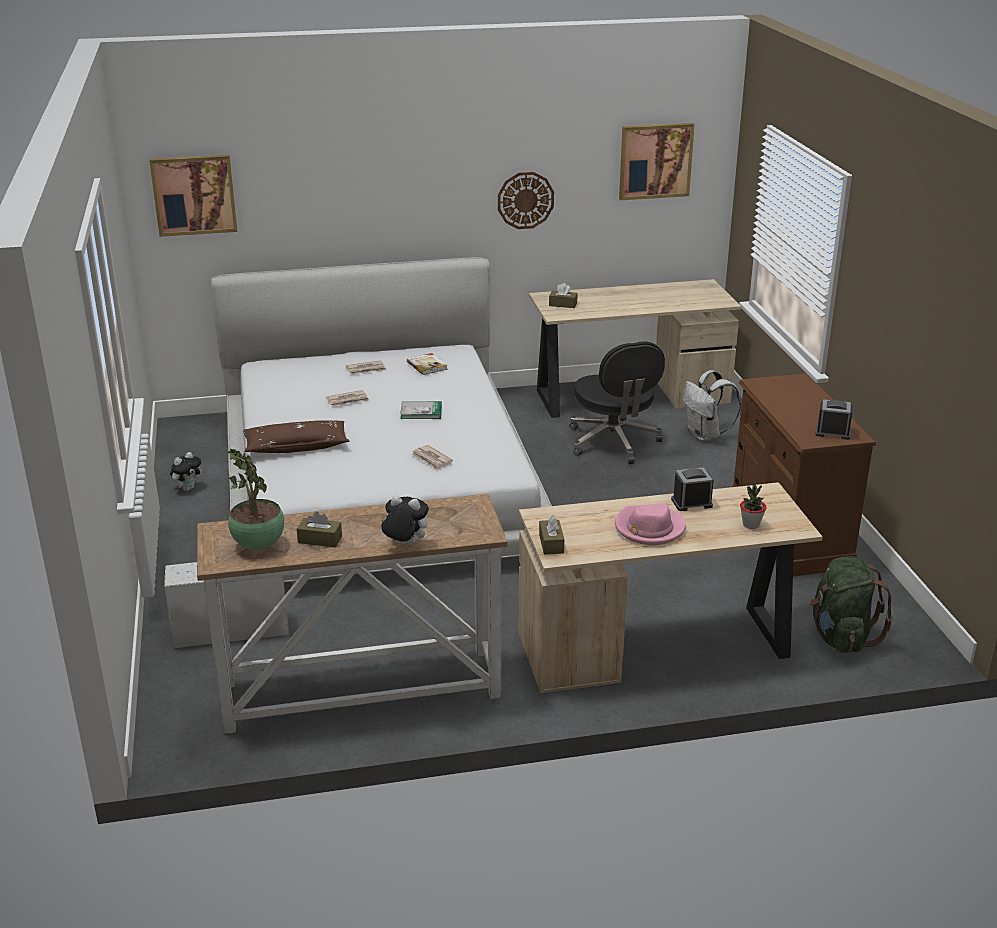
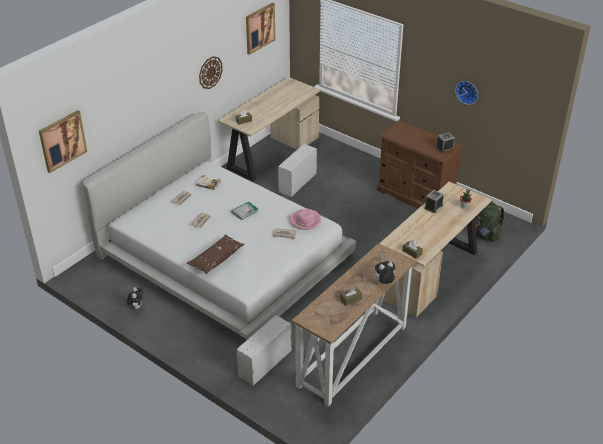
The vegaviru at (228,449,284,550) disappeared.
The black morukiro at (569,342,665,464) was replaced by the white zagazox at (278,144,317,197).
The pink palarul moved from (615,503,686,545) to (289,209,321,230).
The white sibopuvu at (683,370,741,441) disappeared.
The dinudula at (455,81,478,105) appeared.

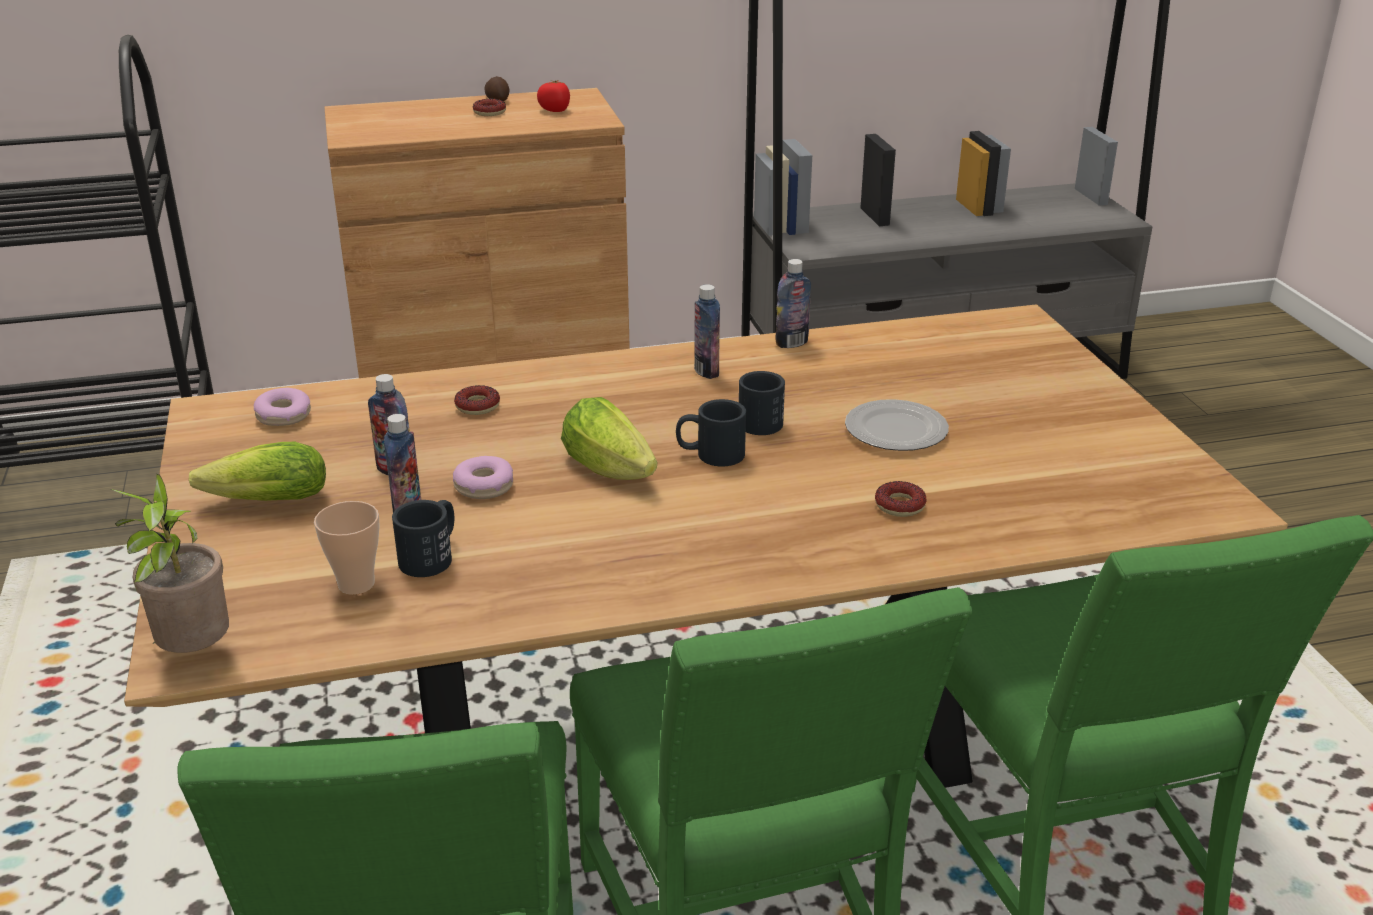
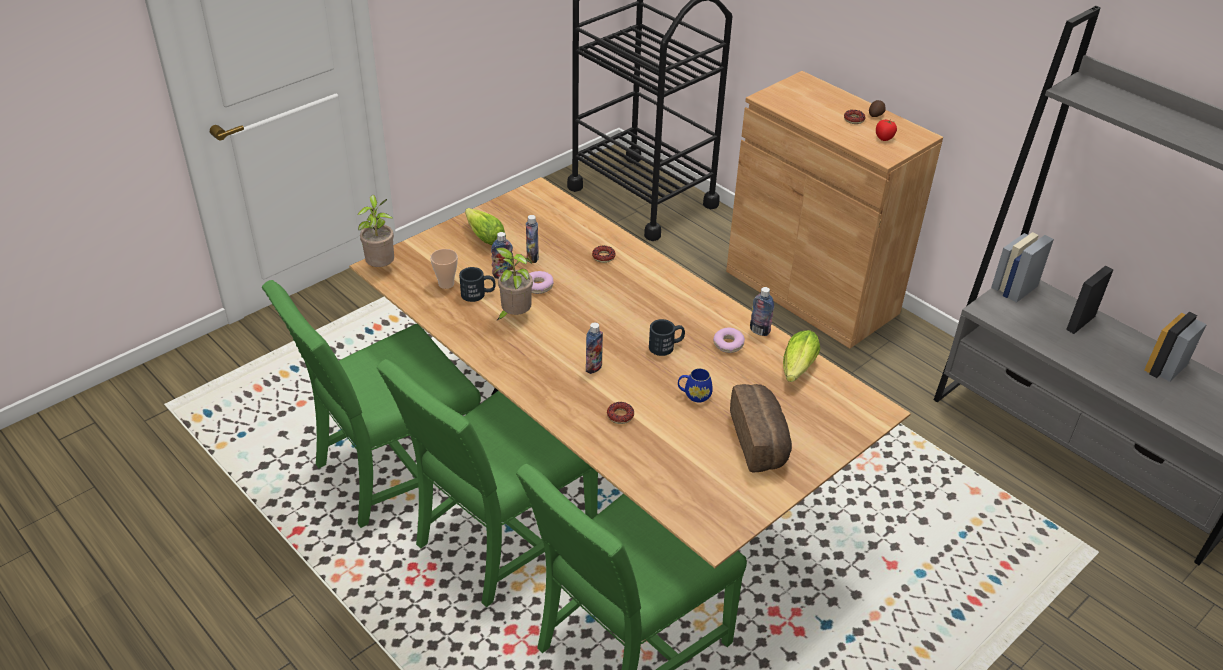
The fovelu moved from (254,388,311,426) to (713,328,745,353).
The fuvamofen moved from (561,397,658,480) to (783,330,820,382).
The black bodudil at (676,399,746,467) disappeared.
The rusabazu moved from (694,284,720,379) to (586,322,603,374).
The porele at (845,399,949,451) was replaced by the blue bodudil at (678,368,713,403).
The vegaviru at (492,248,533,321) appeared.
The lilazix at (730,384,792,472) appeared.

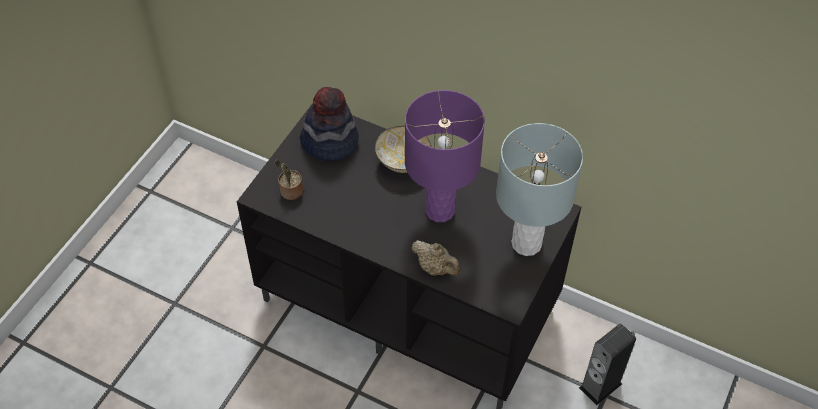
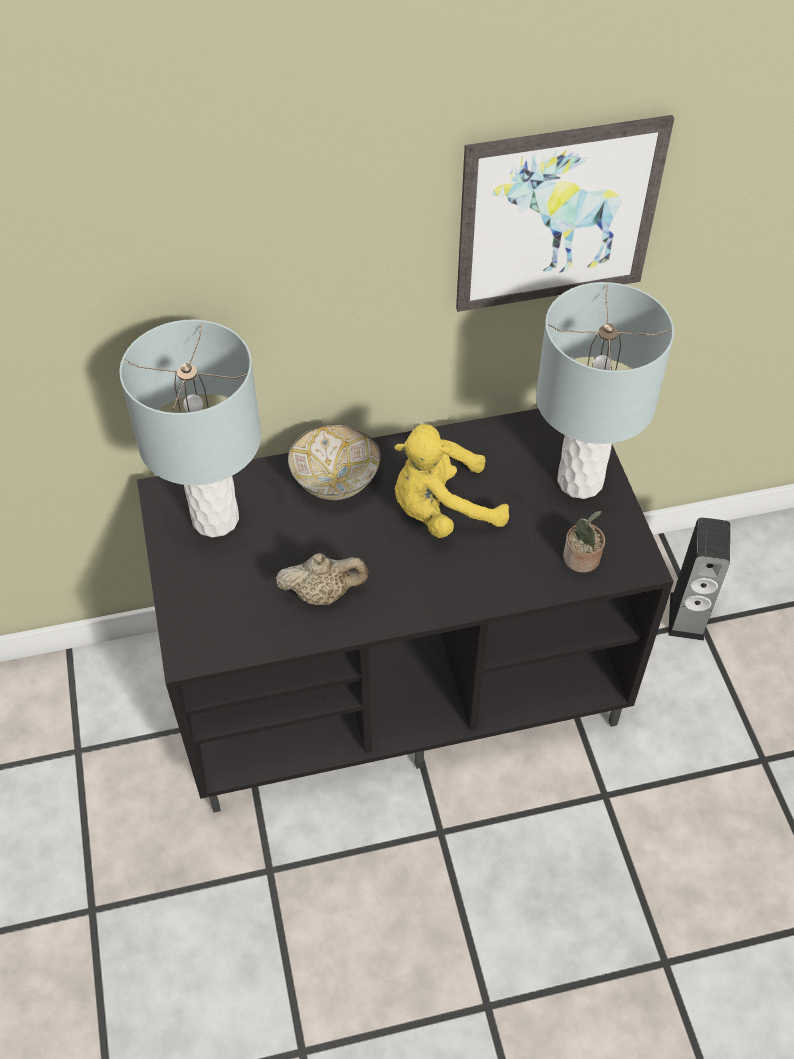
The vegaviru moved from (274,159,303,200) to (563,511,605,573).
The palarul at (300,87,359,161) was replaced by the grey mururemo at (119,320,261,538).
The purple mururemo at (405,90,485,222) was replaced by the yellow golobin at (394,424,509,538).
The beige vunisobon moved from (412,240,461,276) to (276,553,369,605).
The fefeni at (456,115,674,312) appeared.

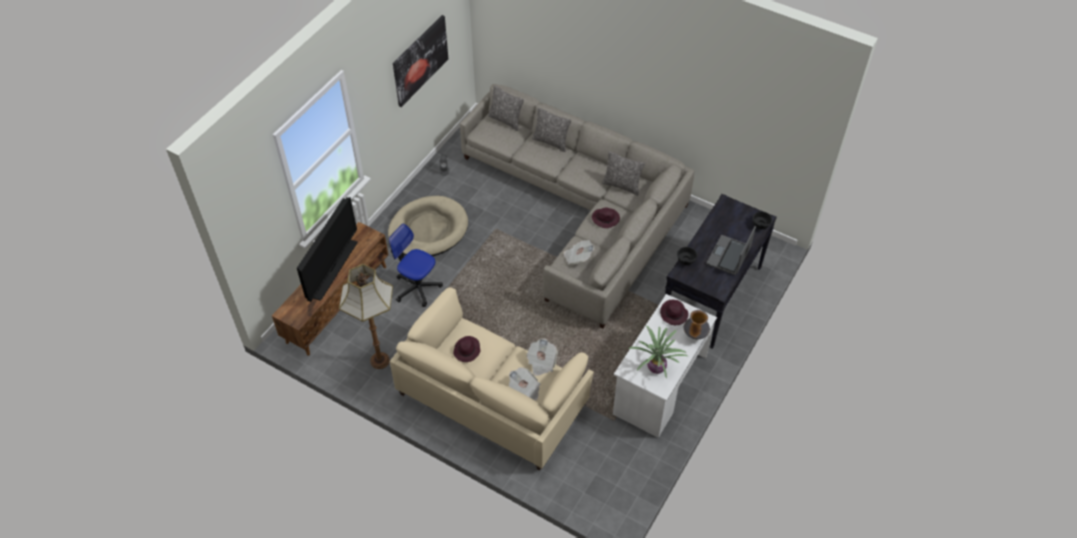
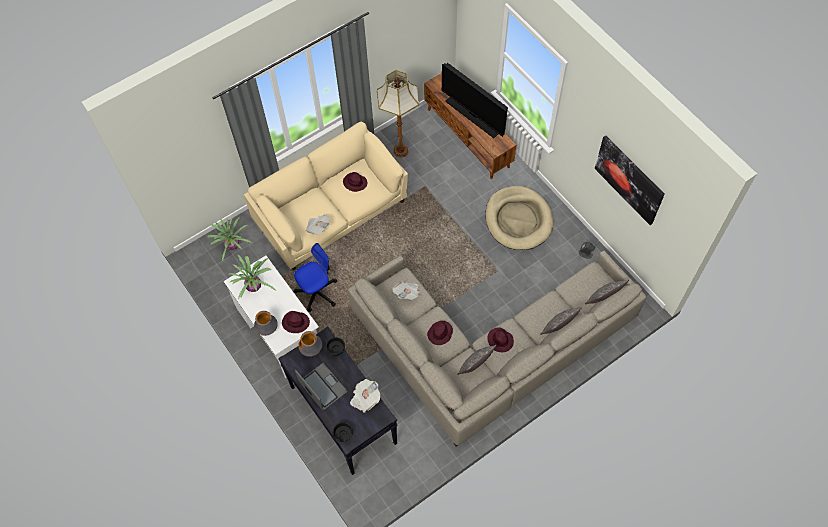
The morukiro moved from (389,223,443,307) to (294,243,337,312).
The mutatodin moved from (509,367,540,401) to (350,379,381,413).
The vegaviru at (206,217,251,261) appeared.
The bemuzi at (298,331,322,357) appeared.
The purple palarul at (487,327,514,352) appeared.

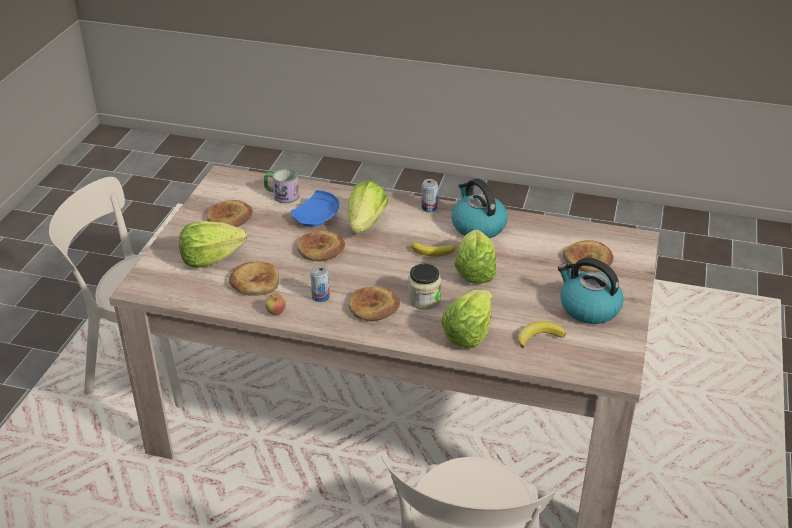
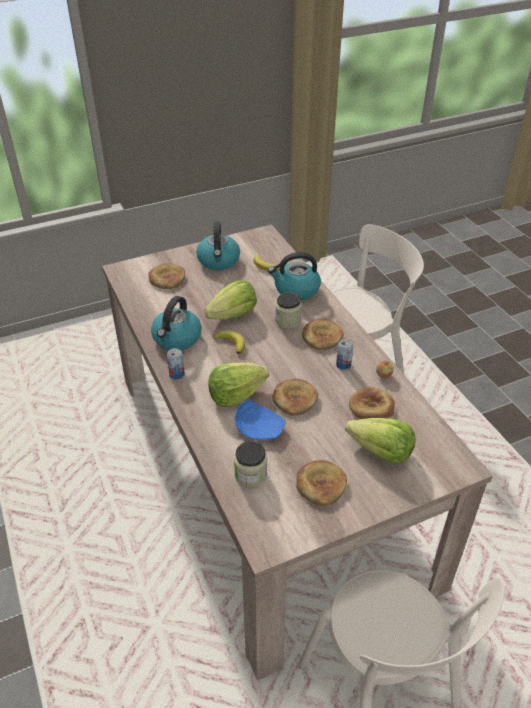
The bodudil at (264,168,299,203) was replaced by the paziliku at (234,441,267,487).
The fuvamofen at (441,289,492,348) was replaced by the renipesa at (268,252,321,301).

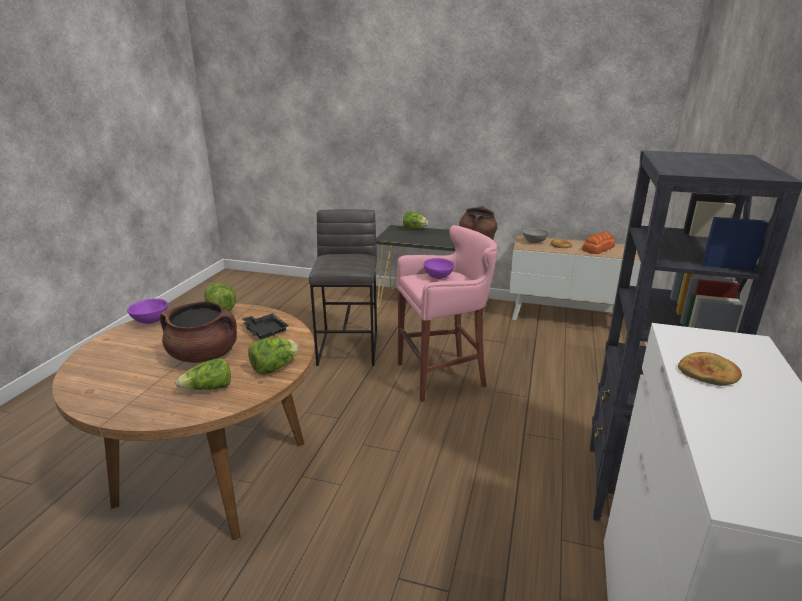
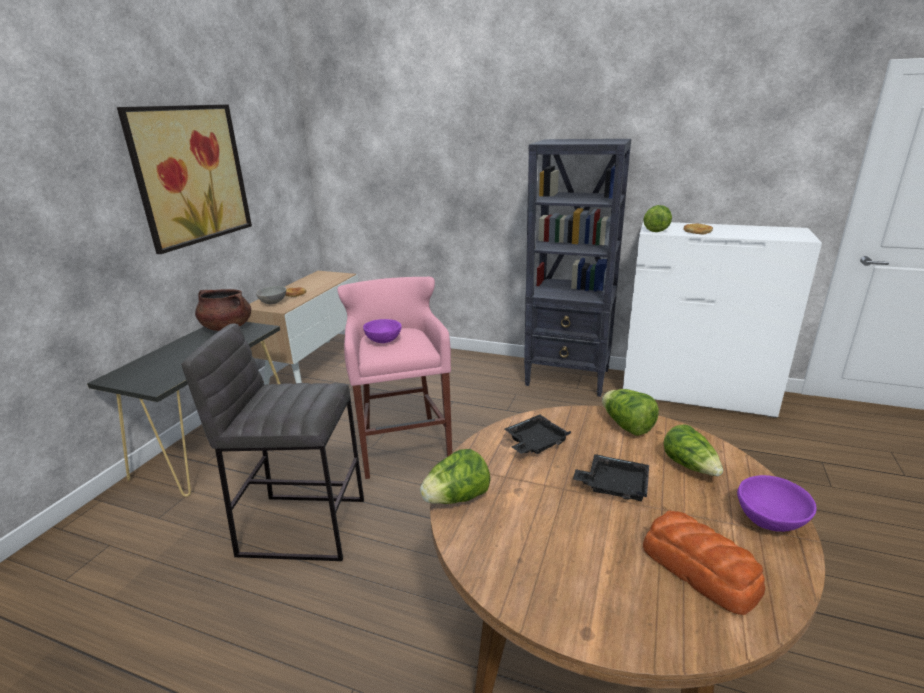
The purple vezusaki moved from (127,298,168,324) to (737,475,817,532).
The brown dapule at (160,302,237,363) was replaced by the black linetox at (573,454,649,501).
The fuvamofen moved from (403,211,428,230) to (643,205,672,232).
The lilazix moved from (582,232,615,254) to (643,510,765,615).
The fefeni at (117,104,252,254) appeared.

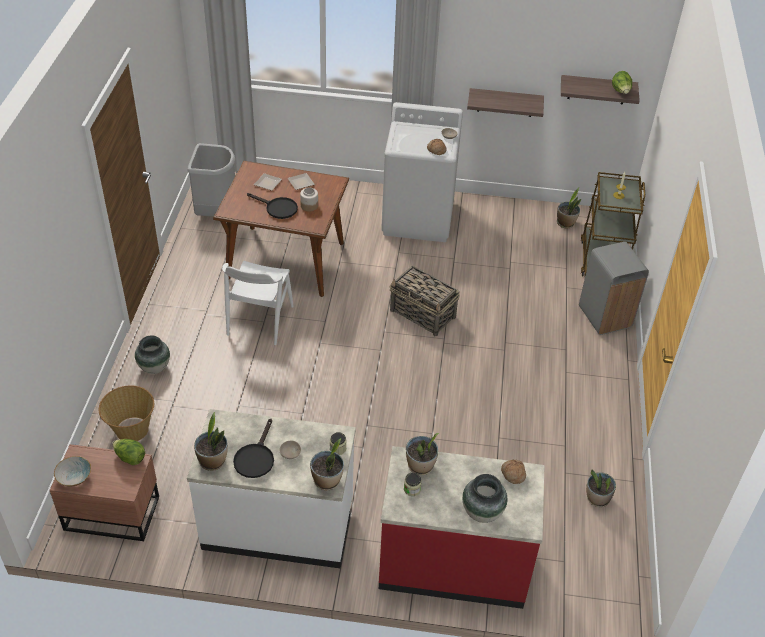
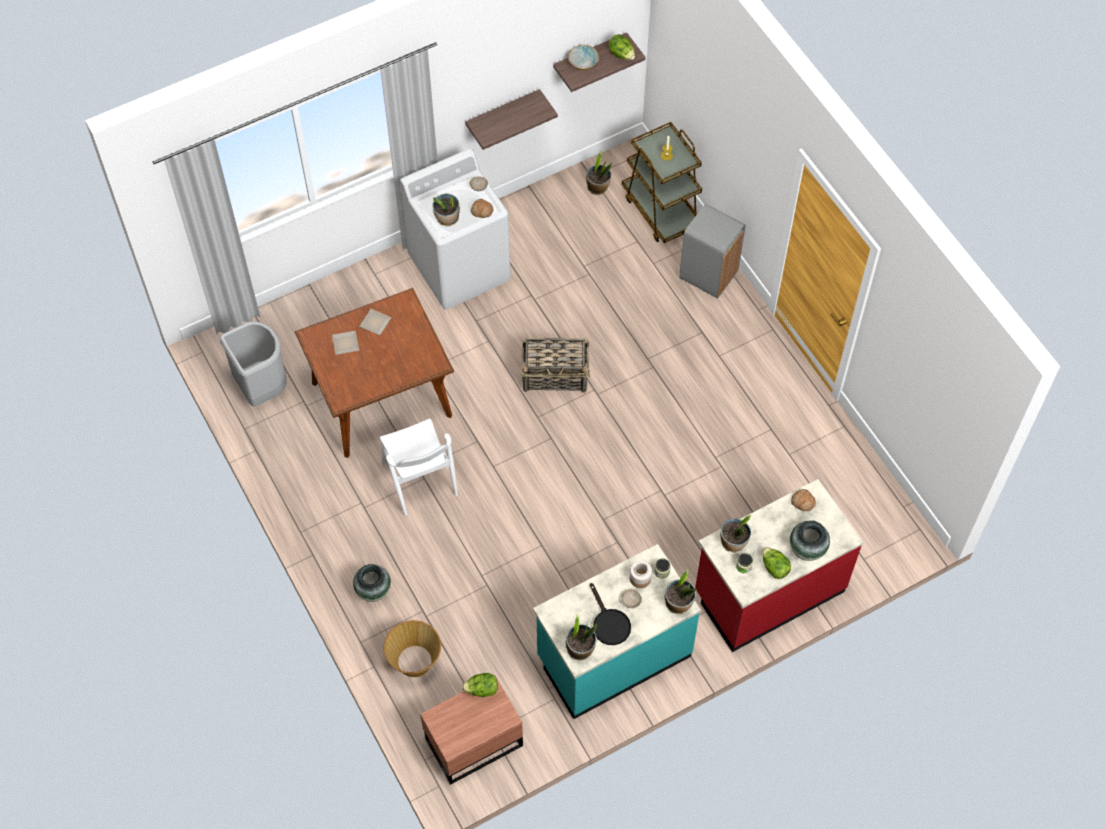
The vezusaki moved from (54,456,91,487) to (568,45,599,70).
The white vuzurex at (187,409,356,569) became the turquoise vuzurex at (533,544,701,719).
The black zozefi at (247,193,298,219) disappeared.
The paziliku moved from (300,187,318,211) to (630,561,652,588).
The vegaviru moved from (586,470,616,507) to (432,194,460,226).
The fuvamofen at (762,547,791,579) appeared.

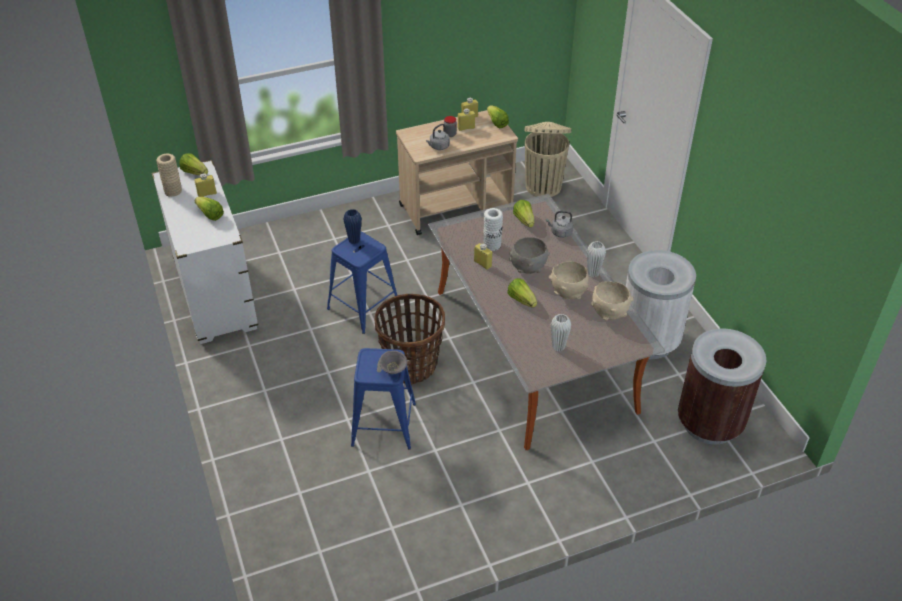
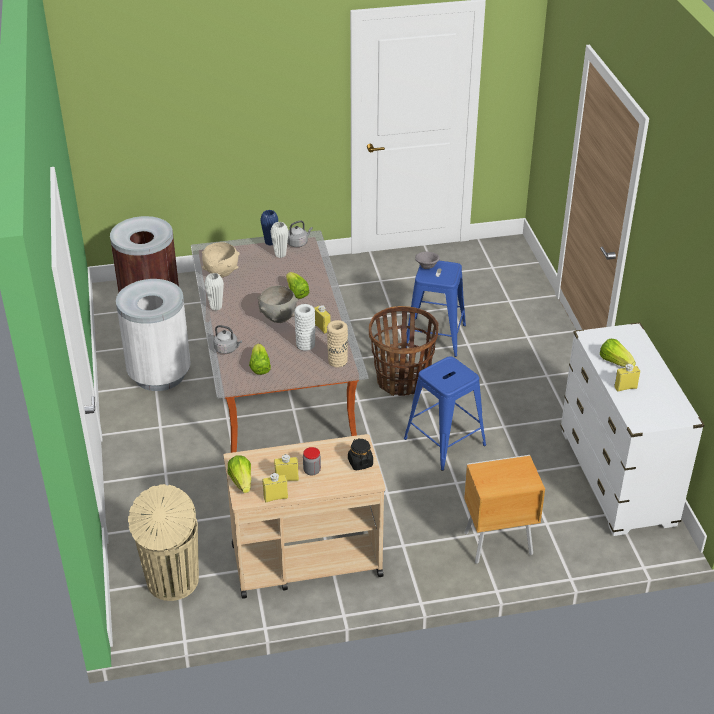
The beige bemuzi moved from (156,154,182,197) to (327,320,348,367).
The fuvamofen at (179,153,208,175) disappeared.
The blue bemuzi moved from (343,209,362,244) to (260,210,278,246).
The grey renipesa moved from (426,124,450,150) to (287,221,313,247).
The beige vezusaki at (549,261,589,299) disappeared.
The black paziliku at (348,438,373,471) appeared.
The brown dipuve at (464,455,545,564) appeared.

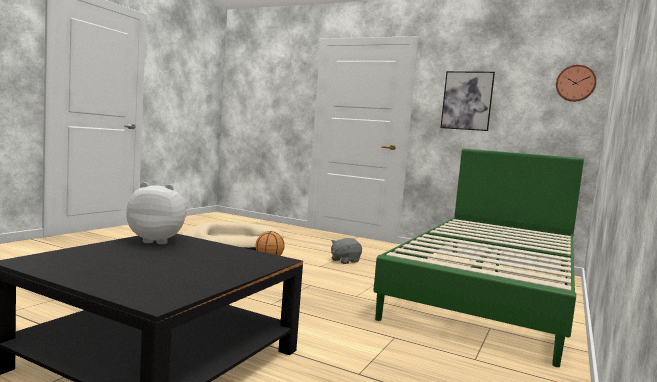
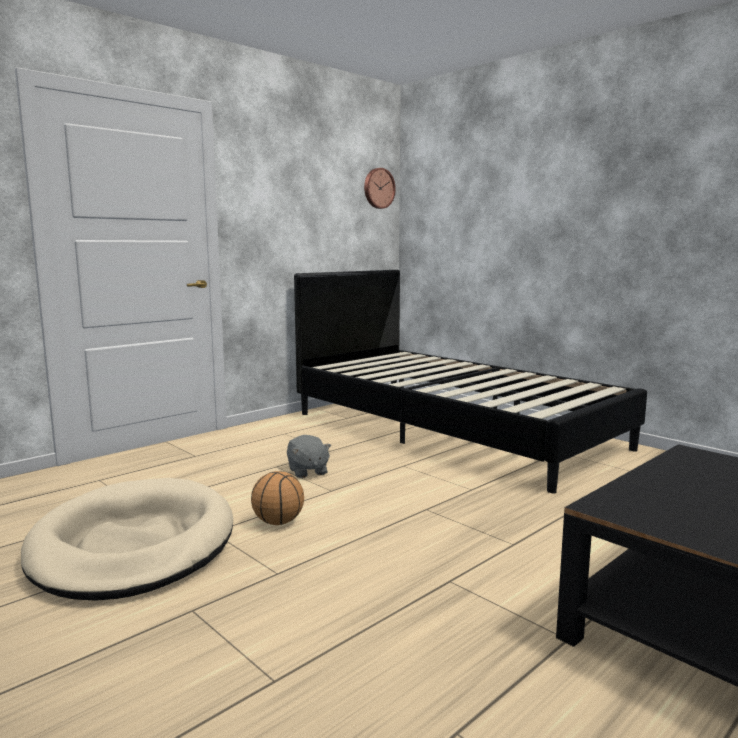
The golobin at (126,182,187,244) disappeared.
The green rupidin at (373,149,584,367) became the black rupidin at (294,270,647,493).
The fefeni at (440,71,495,131) disappeared.

